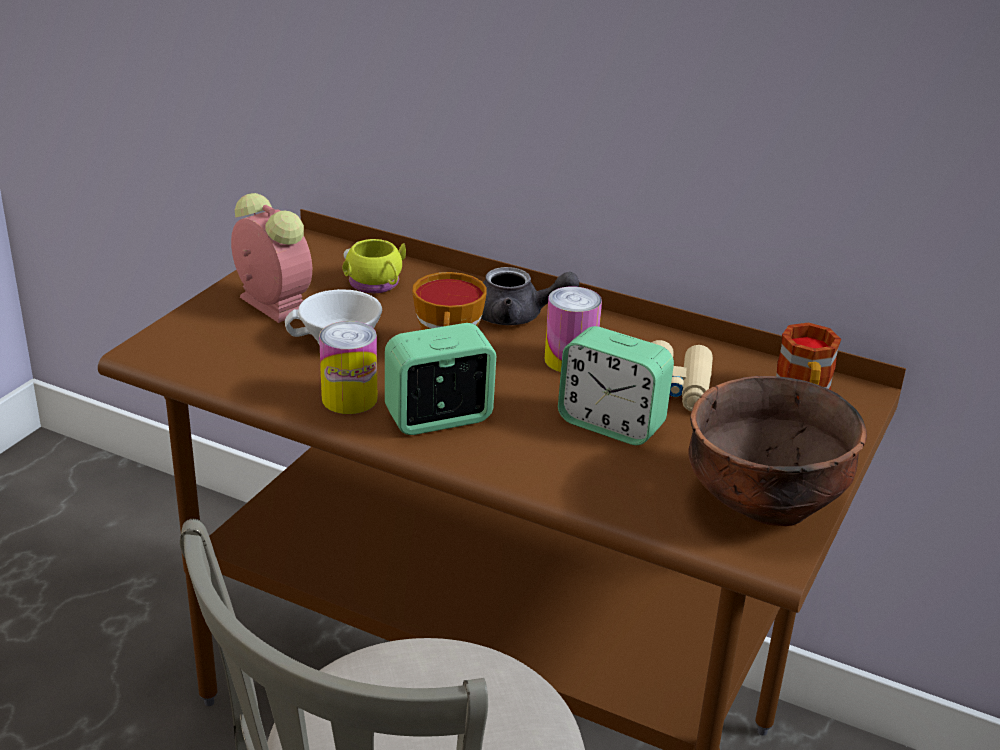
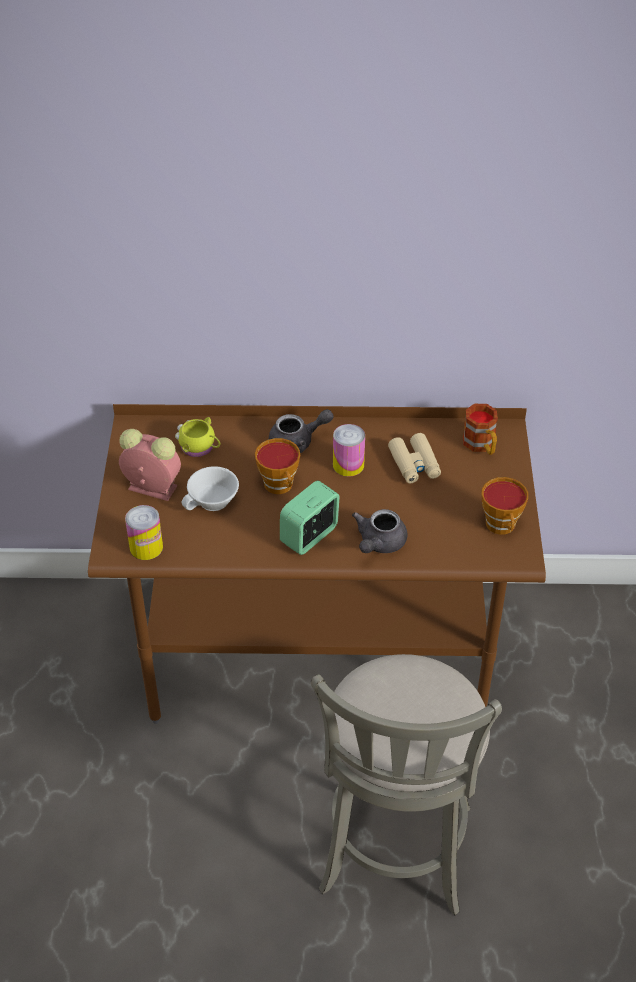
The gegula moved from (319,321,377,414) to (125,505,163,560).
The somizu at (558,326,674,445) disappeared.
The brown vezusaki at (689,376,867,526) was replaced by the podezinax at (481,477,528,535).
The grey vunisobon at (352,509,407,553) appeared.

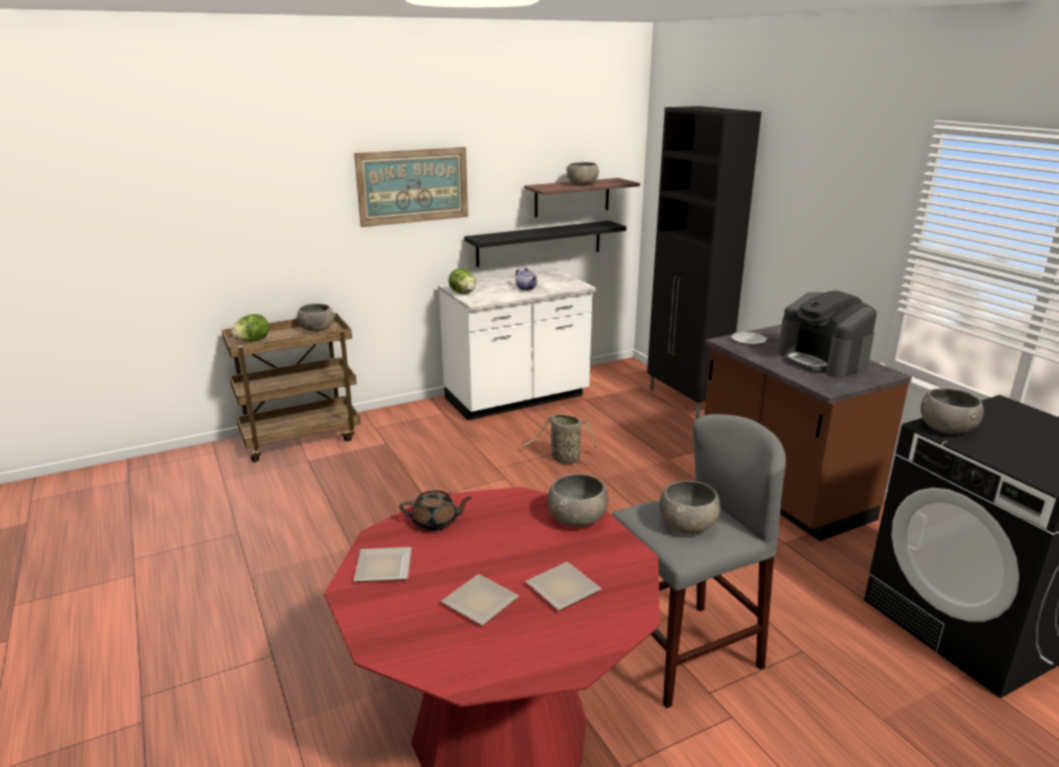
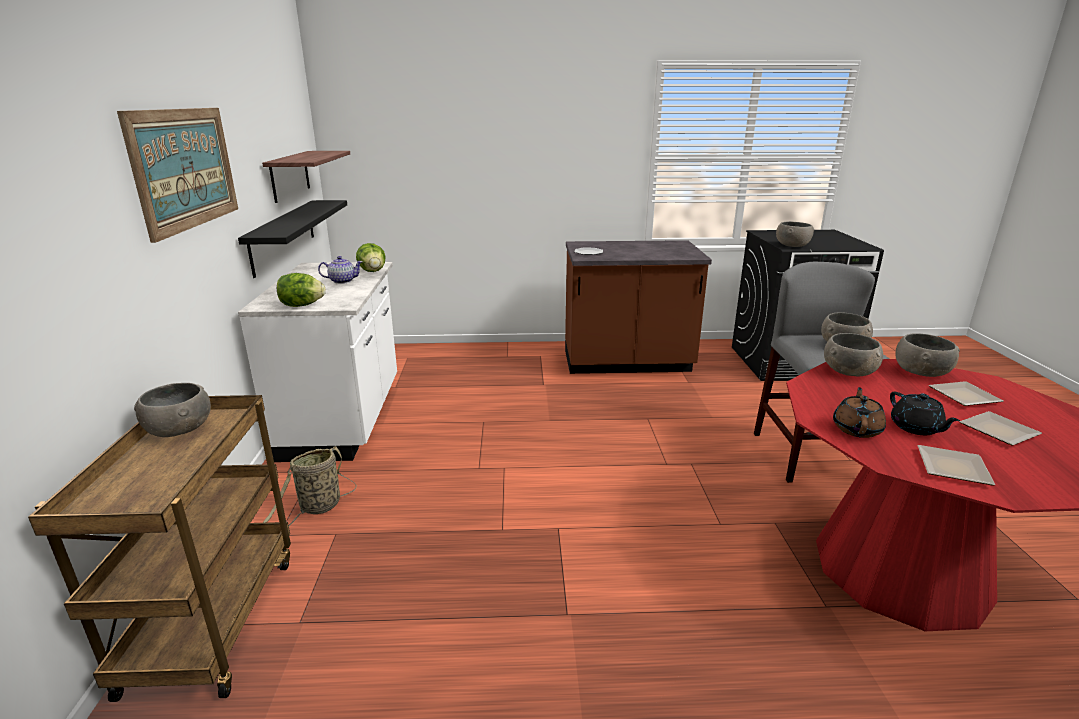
The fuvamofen moved from (231,314,269,342) to (356,243,386,272).
The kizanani moved from (522,414,597,464) to (263,446,357,526).
The grey vezusaki moved from (566,162,599,185) to (895,333,960,377).
The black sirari at (647,106,761,419) disappeared.
The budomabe at (778,291,877,378) disappeared.
The black vunisobon at (890,392,960,435) appeared.

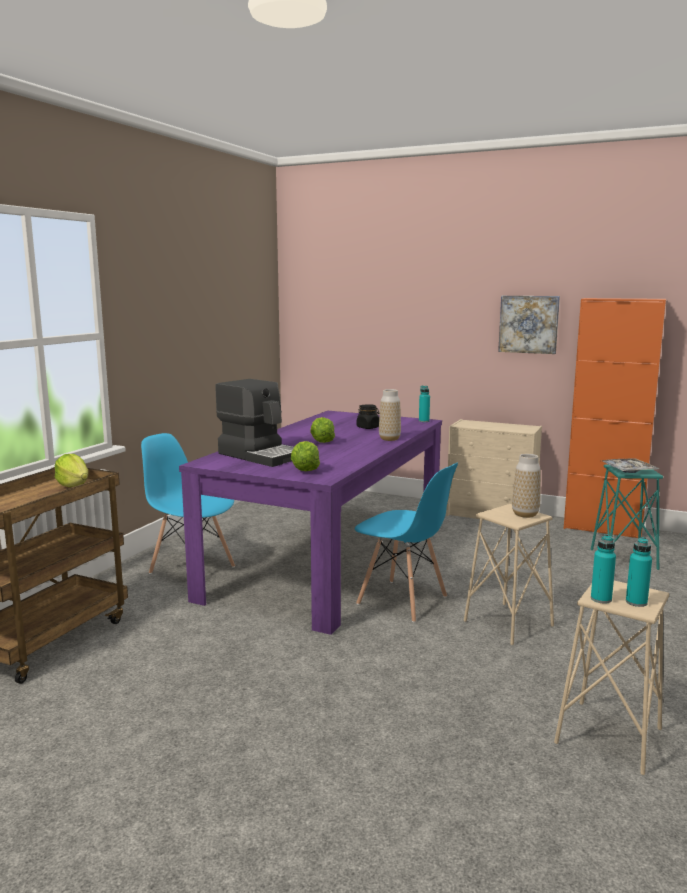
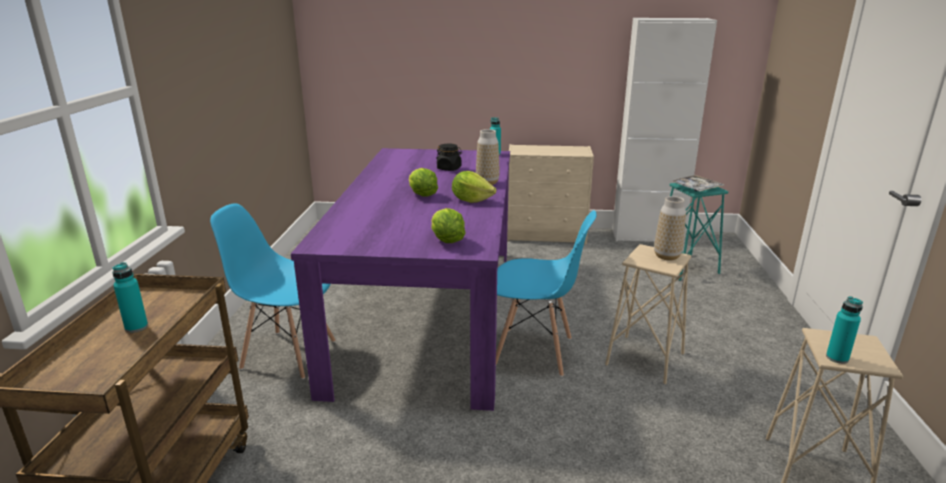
The fuvamofen moved from (55,454,88,487) to (452,171,496,203).
The budomabe at (215,379,294,467) disappeared.
The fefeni at (498,296,560,354) disappeared.
The orange sirari at (564,298,666,538) became the white sirari at (612,18,717,242).
The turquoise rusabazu moved from (626,537,652,607) to (112,262,148,333).

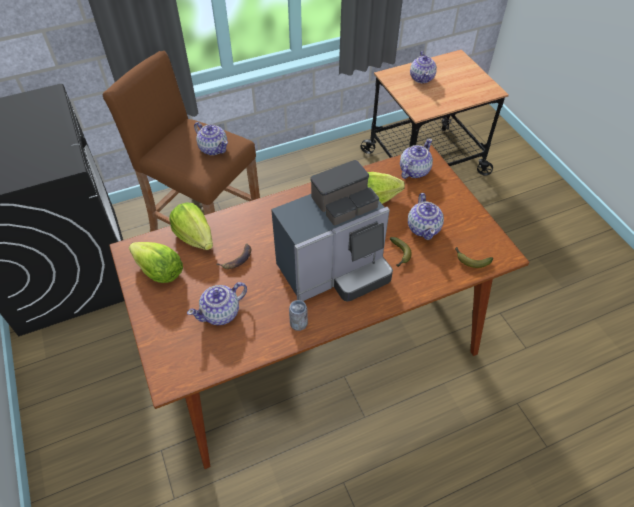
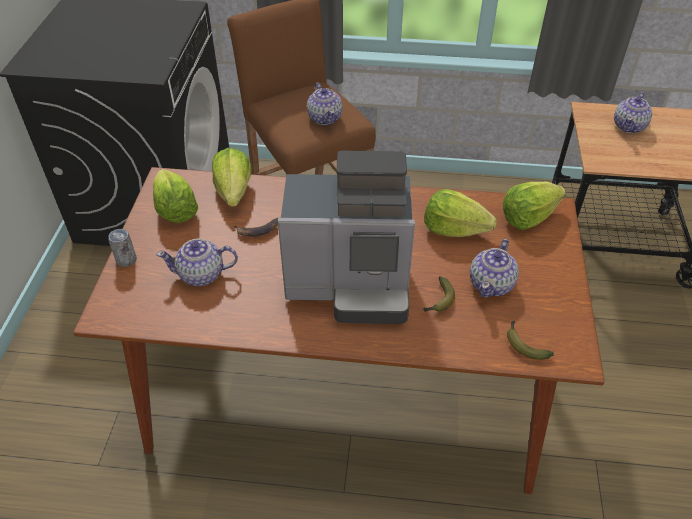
The gegula moved from (289,300,308,331) to (108,229,137,267).
The vunisobon at (400,138,433,179) was replaced by the fuvamofen at (503,182,566,230).

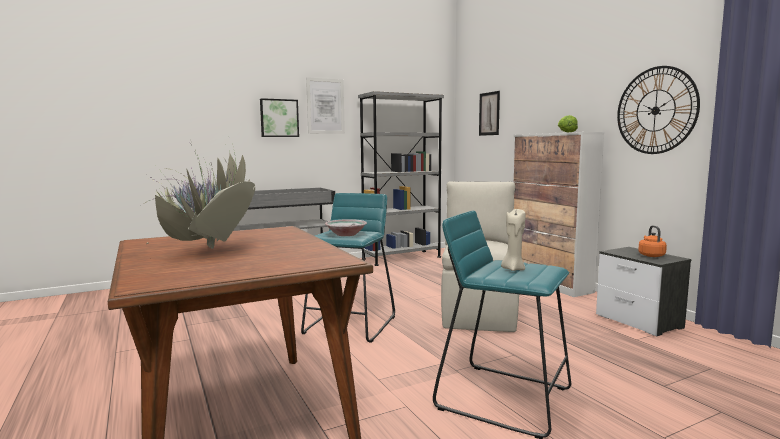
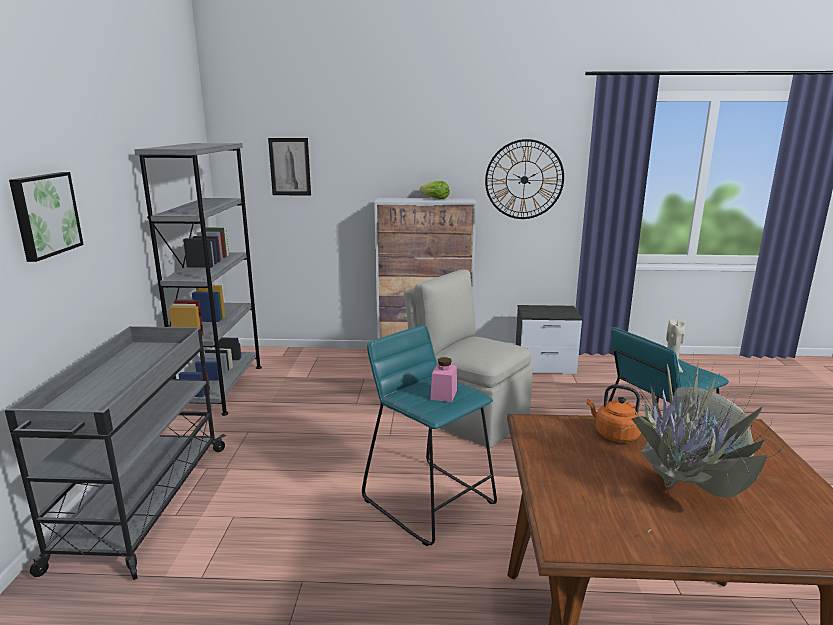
The fefeni at (306,77,345,134) disappeared.
The vezusaki at (325,219,367,236) was replaced by the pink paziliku at (431,357,457,402).
The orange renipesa moved from (638,225,667,257) to (587,384,642,442).

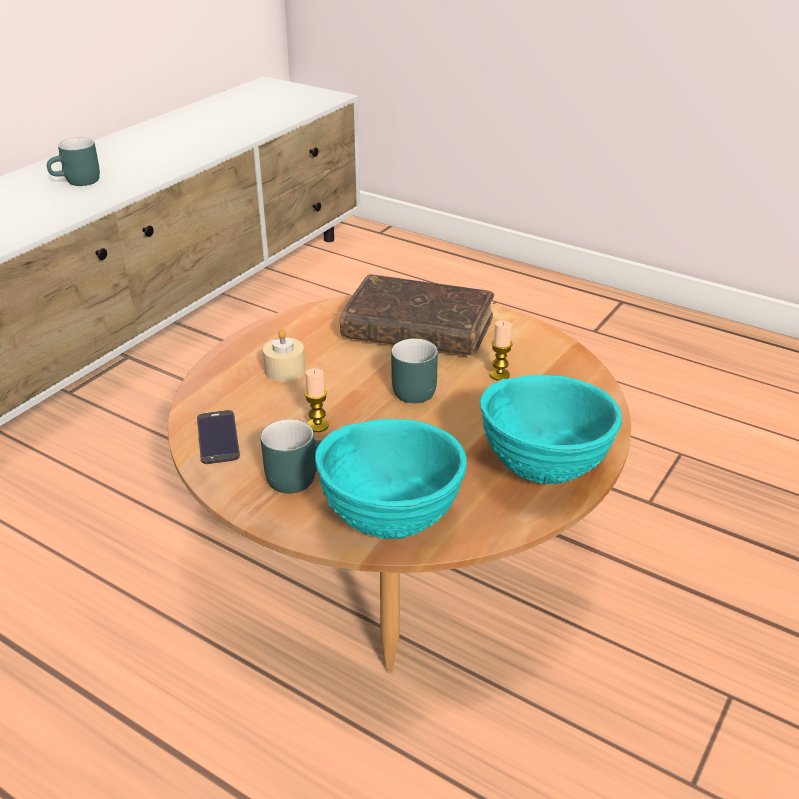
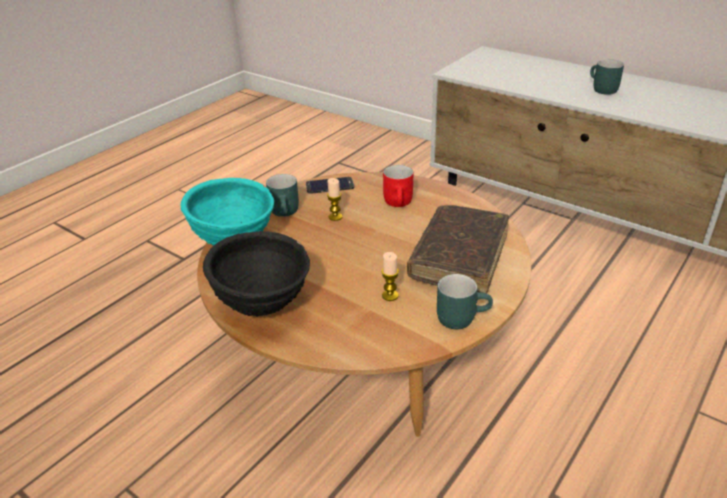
The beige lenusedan at (263,329,305,382) was replaced by the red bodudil at (383,165,413,207).
The turquoise bodudil moved from (391,339,438,403) to (437,274,493,329).
The turquoise vezusaki at (480,375,622,484) became the black vezusaki at (203,231,310,317).

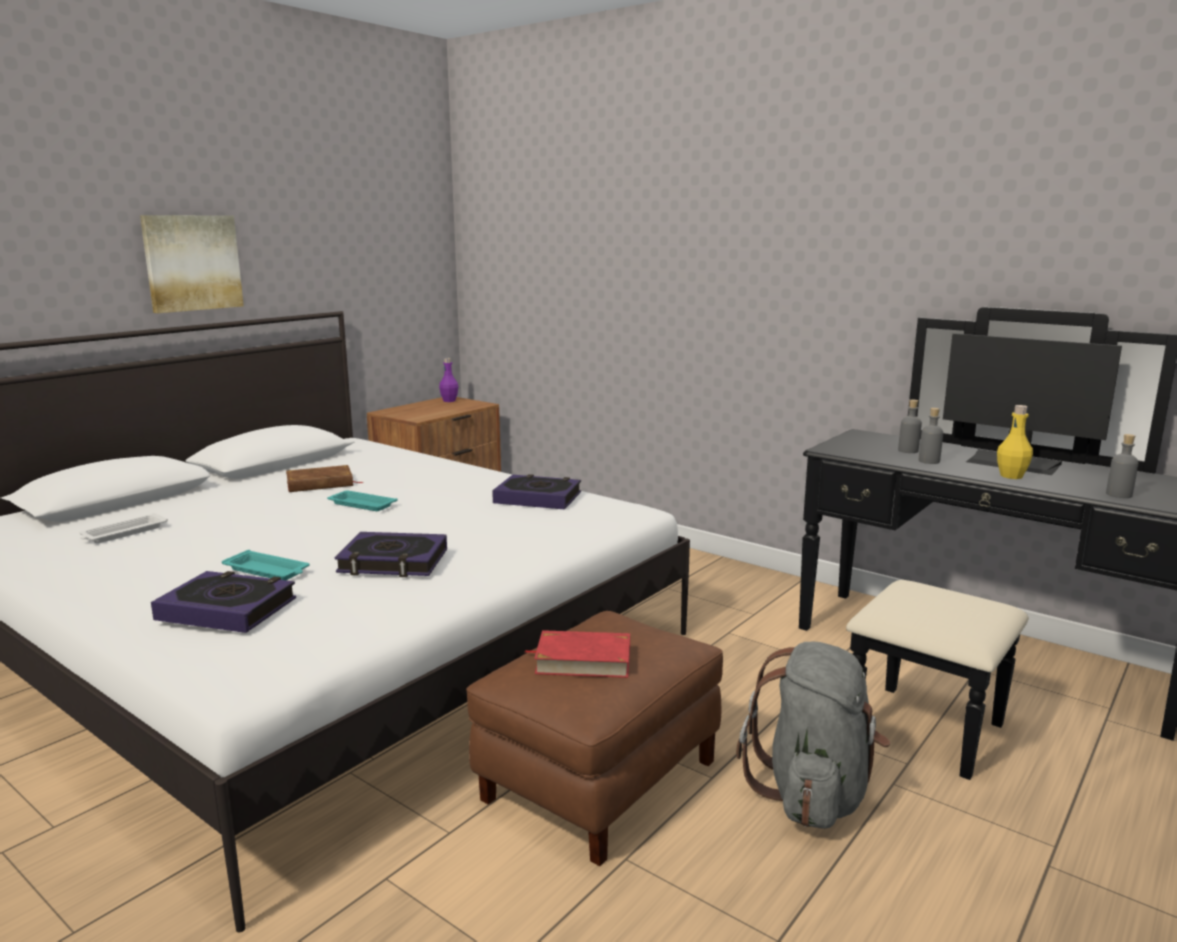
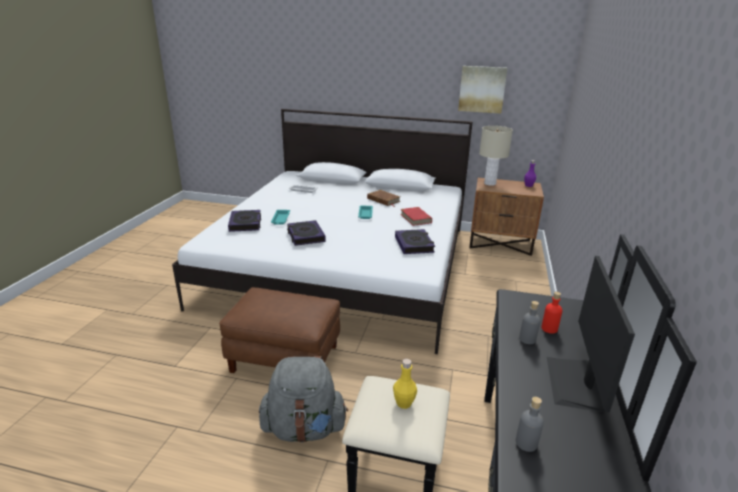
The fefeni moved from (140,215,244,313) to (458,66,508,114).
The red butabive moved from (525,630,630,678) to (400,207,432,226).
The grey rusabazu at (898,399,922,453) became the red rusabazu at (542,291,562,334).
The yellow rusabazu moved from (997,405,1033,479) to (393,359,417,409).
The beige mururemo at (479,126,513,186) appeared.

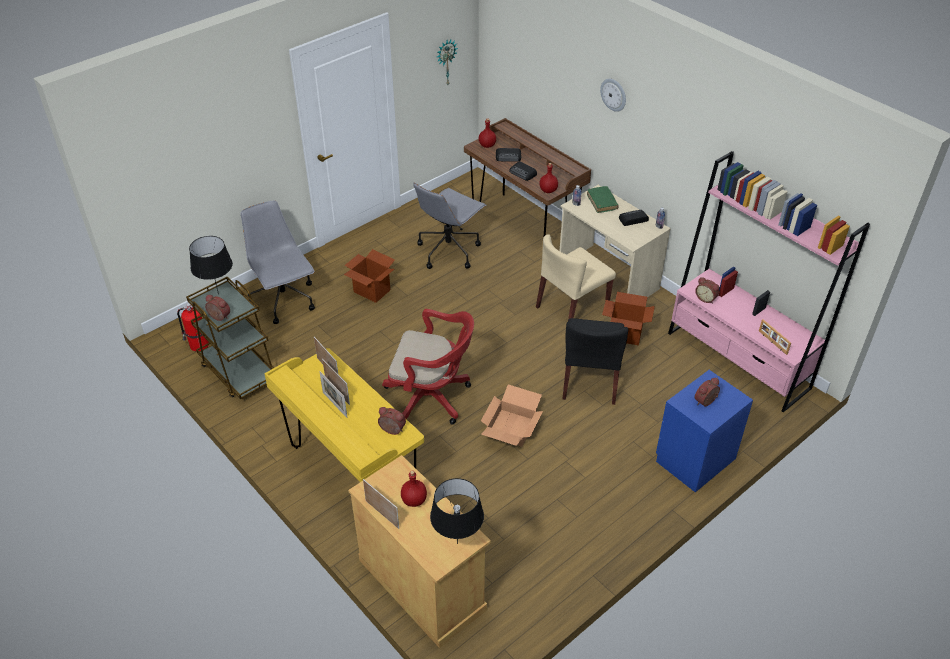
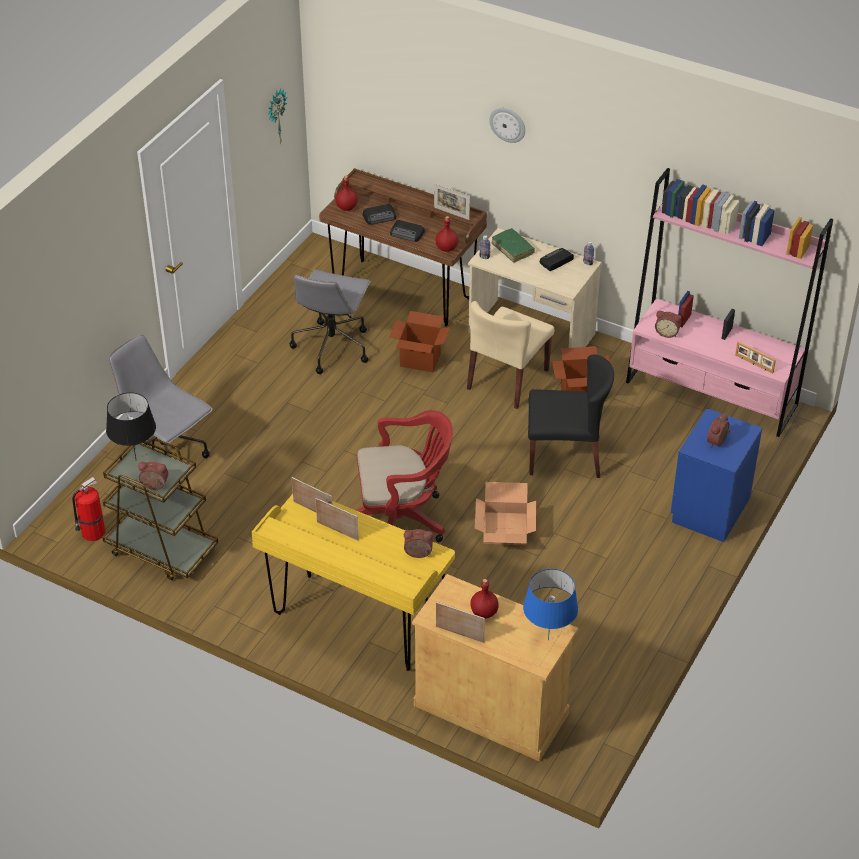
The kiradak moved from (319,371,347,418) to (434,183,470,220).
The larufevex moved from (344,249,395,303) to (389,311,450,372).
The black mururemo at (430,478,484,544) became the blue mururemo at (523,569,578,640).
The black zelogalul at (562,318,629,405) turned 75 degrees counterclockwise.

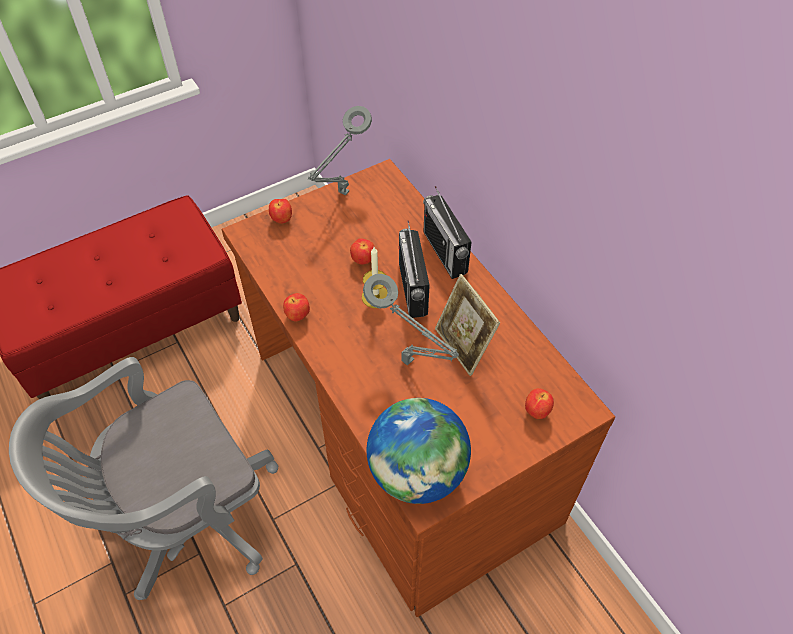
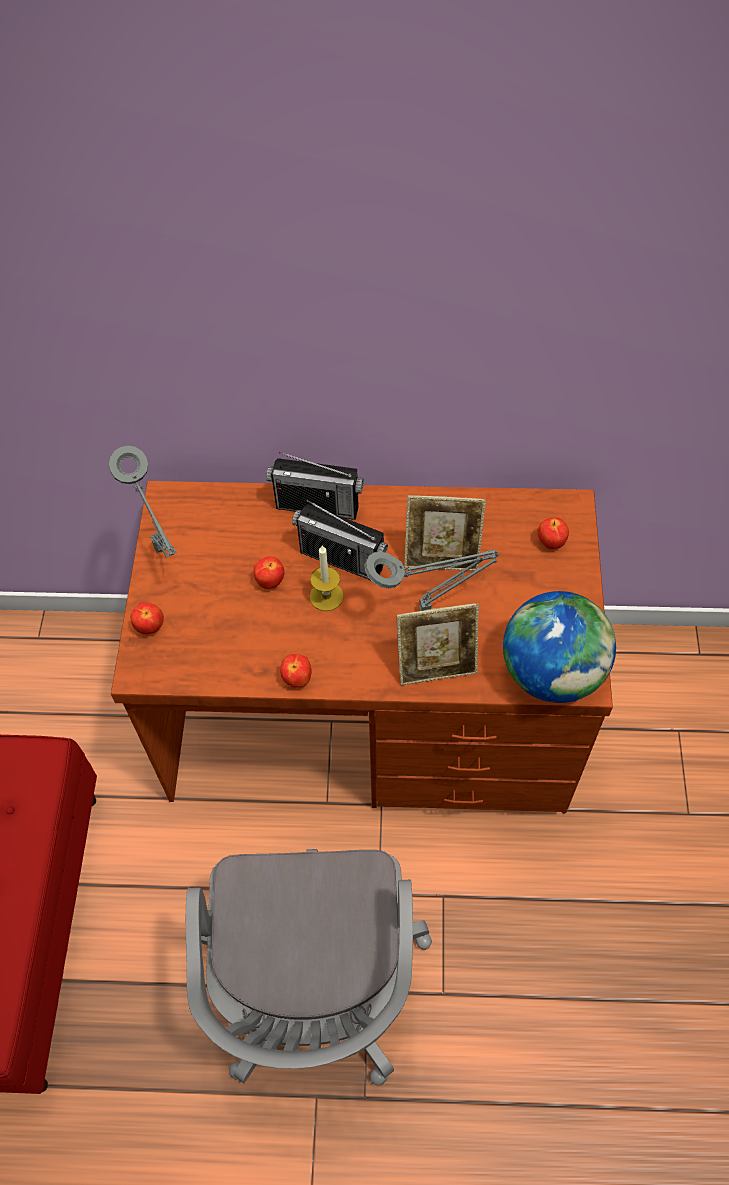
The kiradak at (397,603,479,686) appeared.

